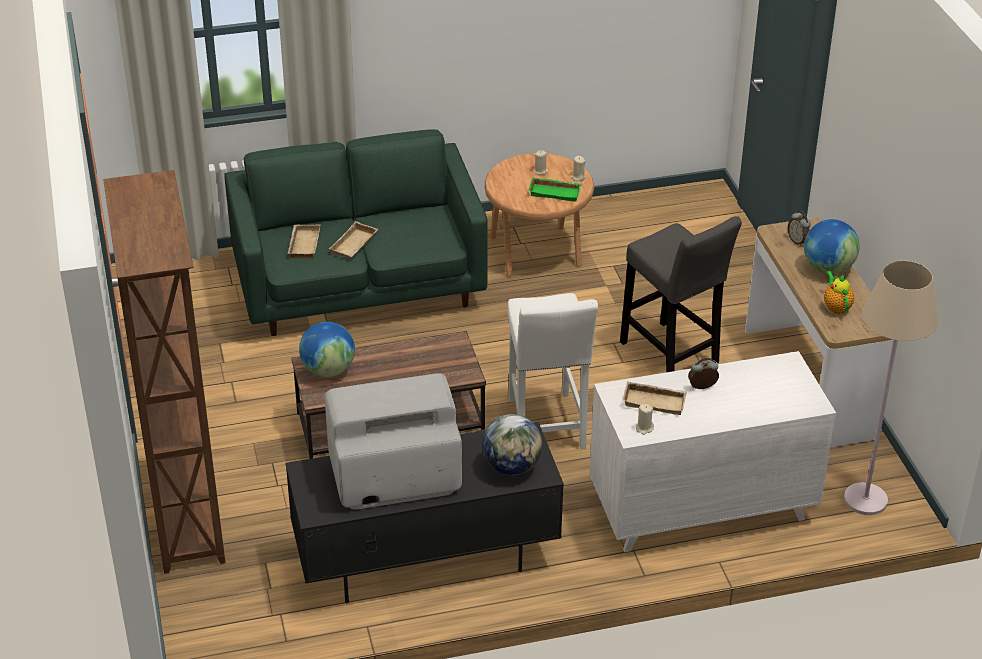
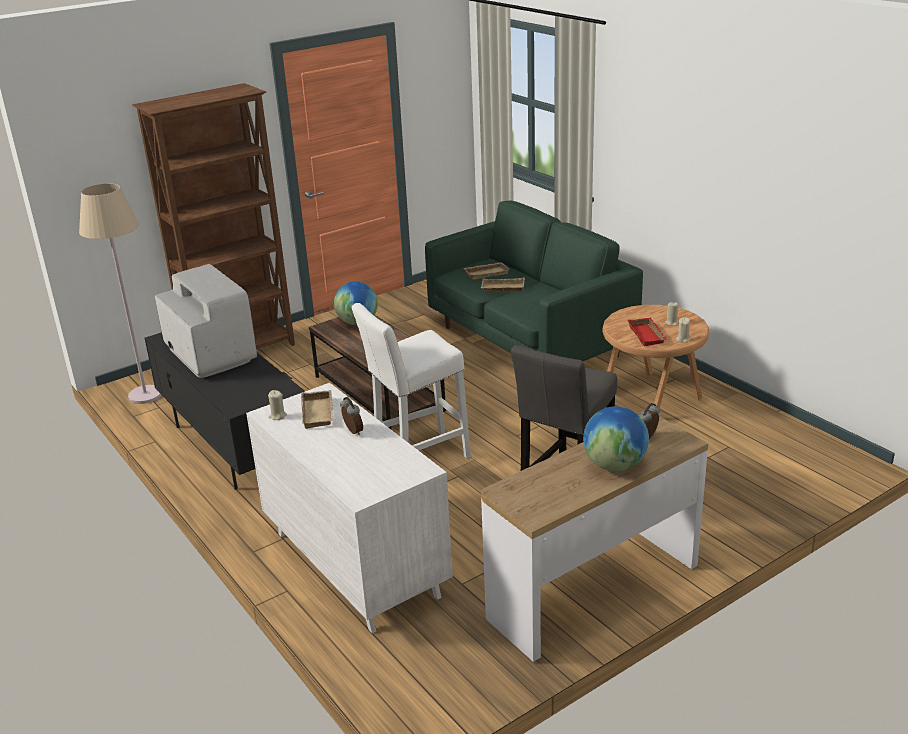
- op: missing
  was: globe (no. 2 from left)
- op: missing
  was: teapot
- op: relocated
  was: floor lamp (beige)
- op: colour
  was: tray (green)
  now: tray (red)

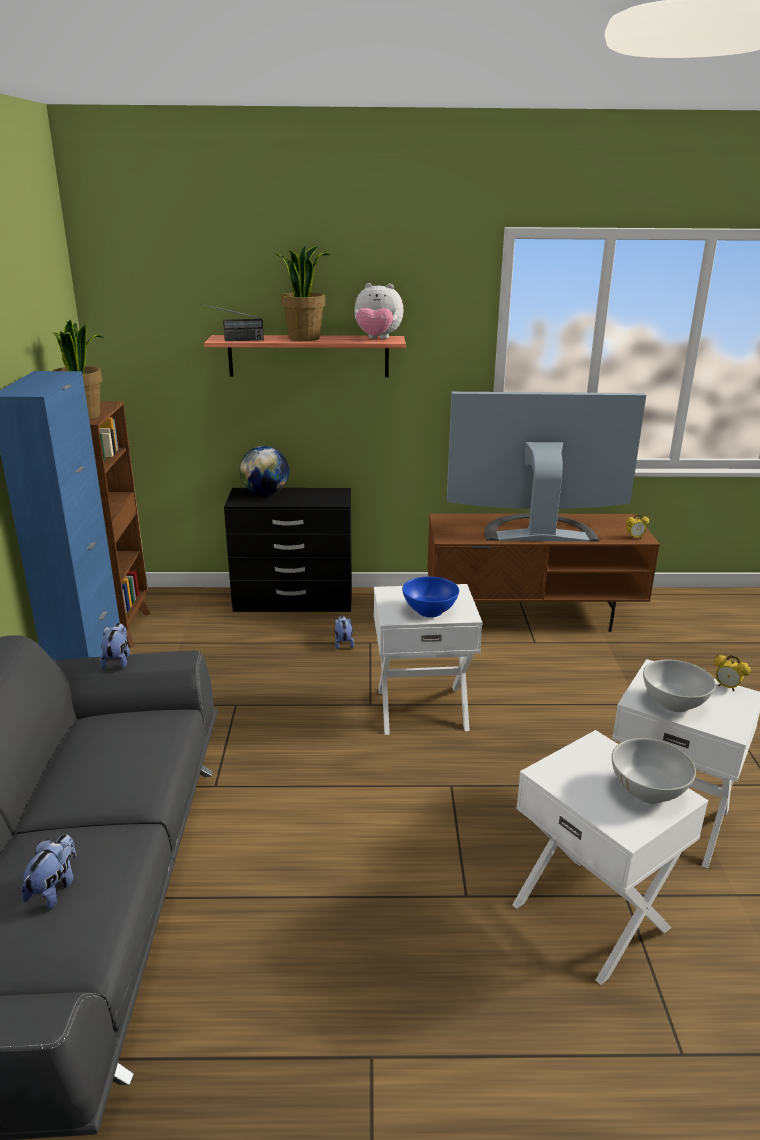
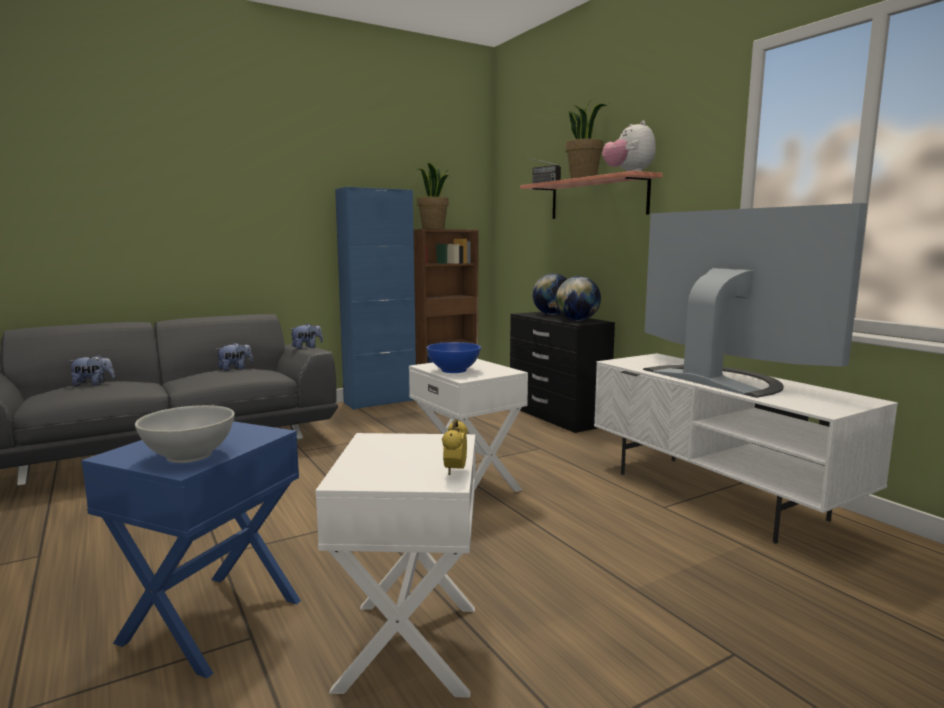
- op: missing
  was: alarm clock (no. 1 from left)
- op: missing
  was: bowl (white) (no. 2 from left)
- op: appeared
  now: globe (no. 2 from left)
- op: relocated
  was: plush toy (no. 3 from left in the first image)
  now: plush toy (no. 2 from left)
- op: colour
  was: tv stand (brown)
  now: tv stand (white)
- op: colour
  was: side table (white) (no. 2 from left)
  now: side table (blue)

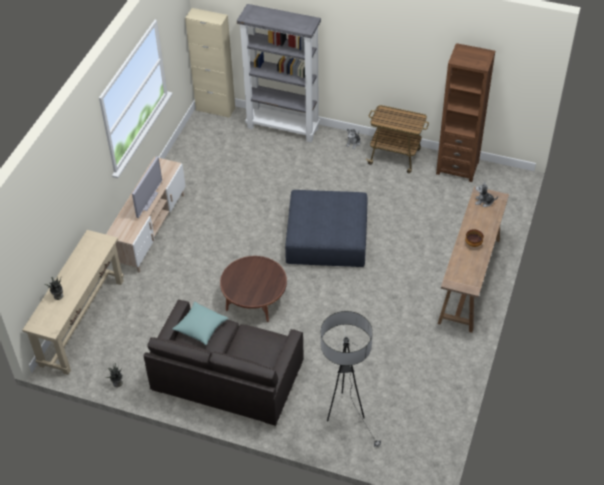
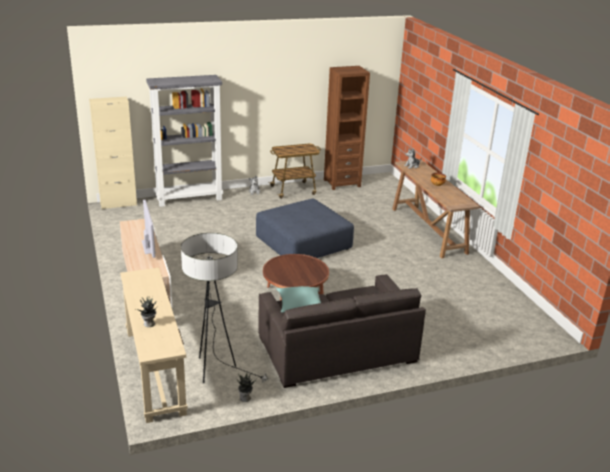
- op: relocated
  was: floor lamp

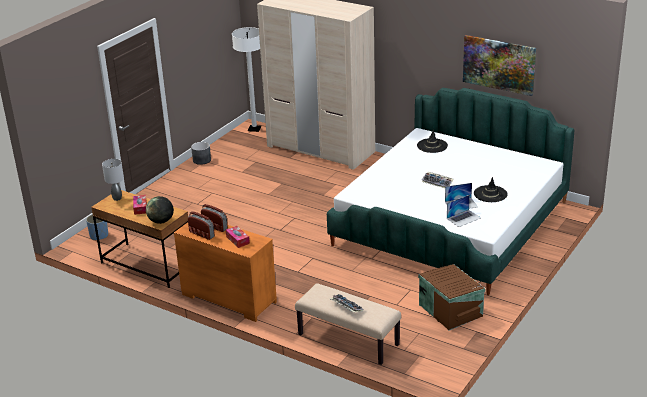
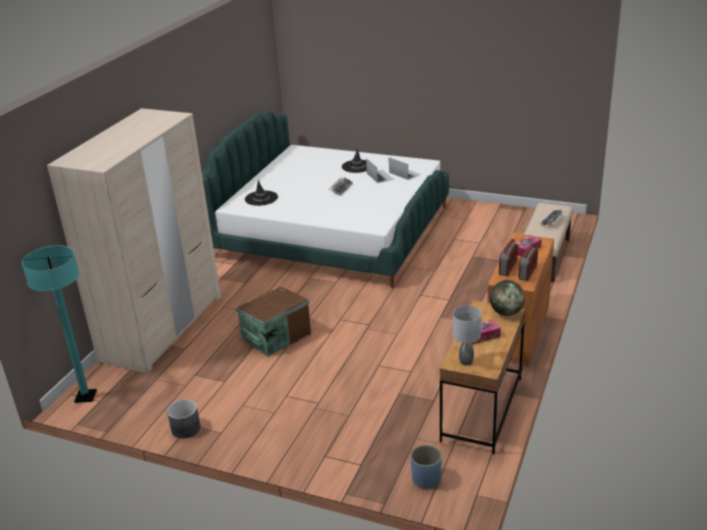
- op: missing
  was: picture
- op: relocated
  was: storage box (brown)
- op: colour
  was: floor lamp (white)
  now: floor lamp (turquoise)

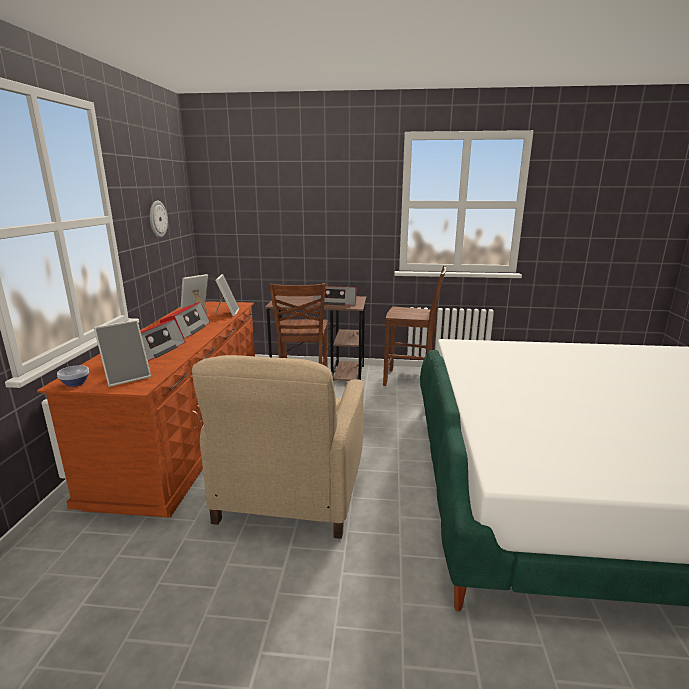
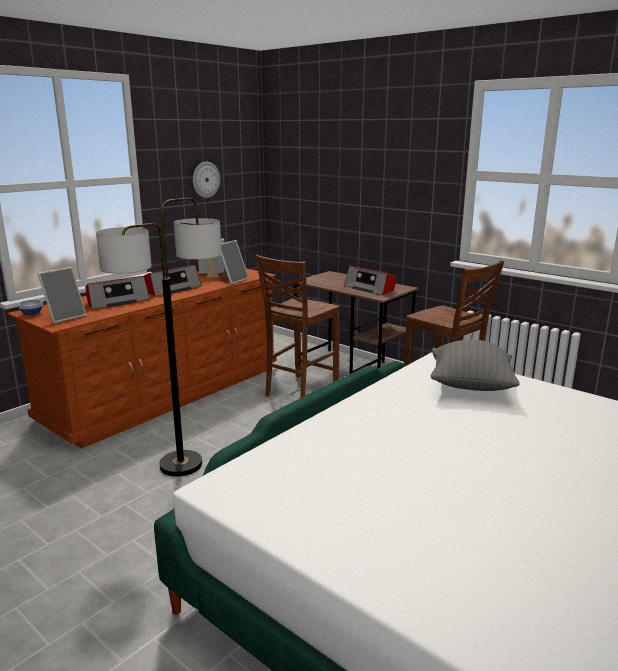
- op: appeared
  now: pillow (grey)
- op: exchanged
  was: armchair (beige)
  now: floor lamp
- op: spun
  was: picture frame (no. 1 from left)
  clockwise: -45

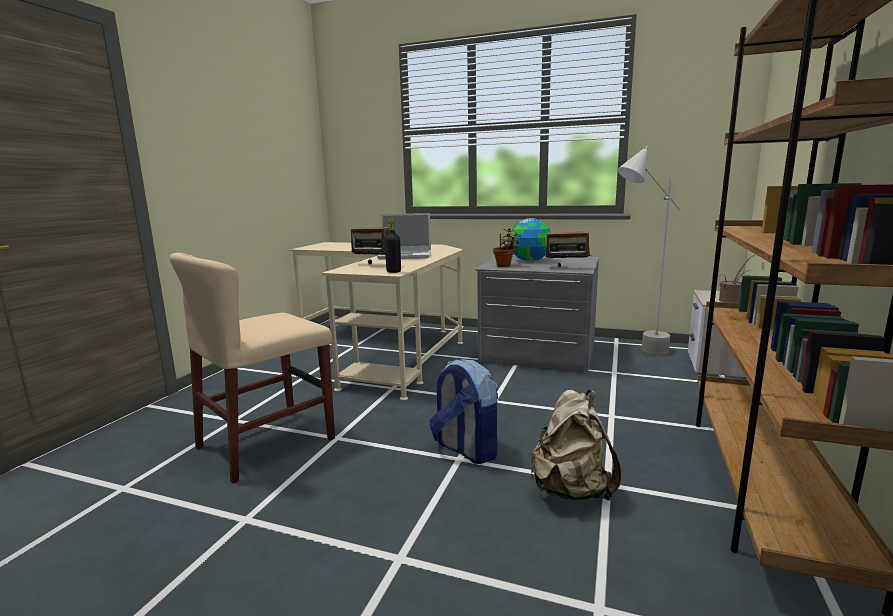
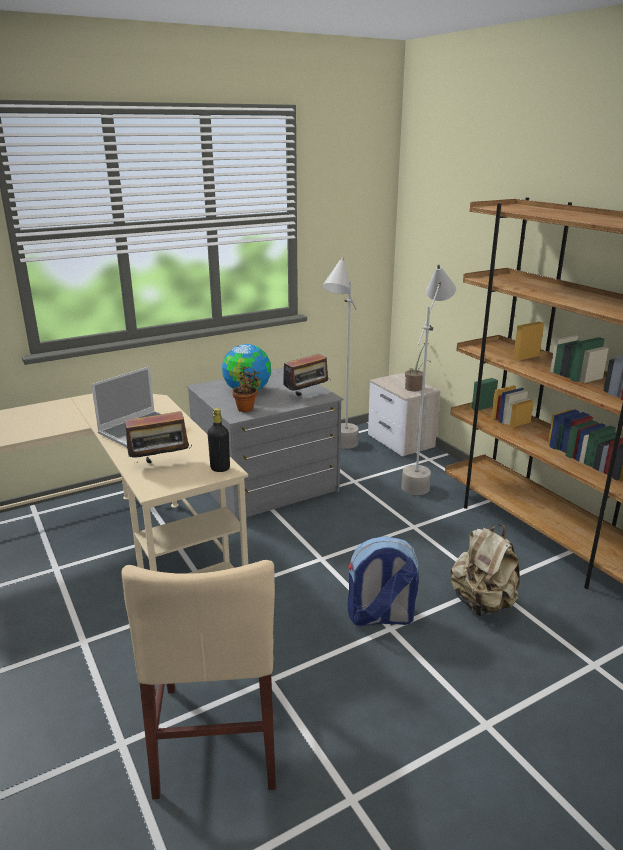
- op: appeared
  now: floor lamp (grey) (no. 2 from left)

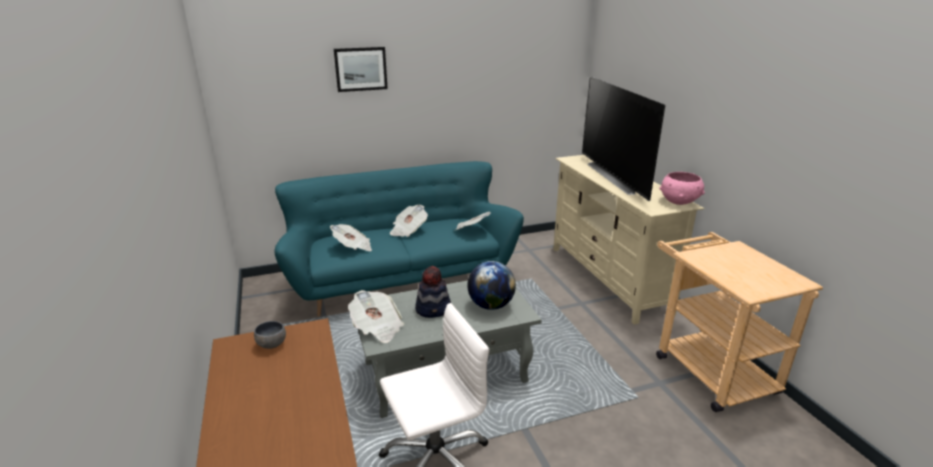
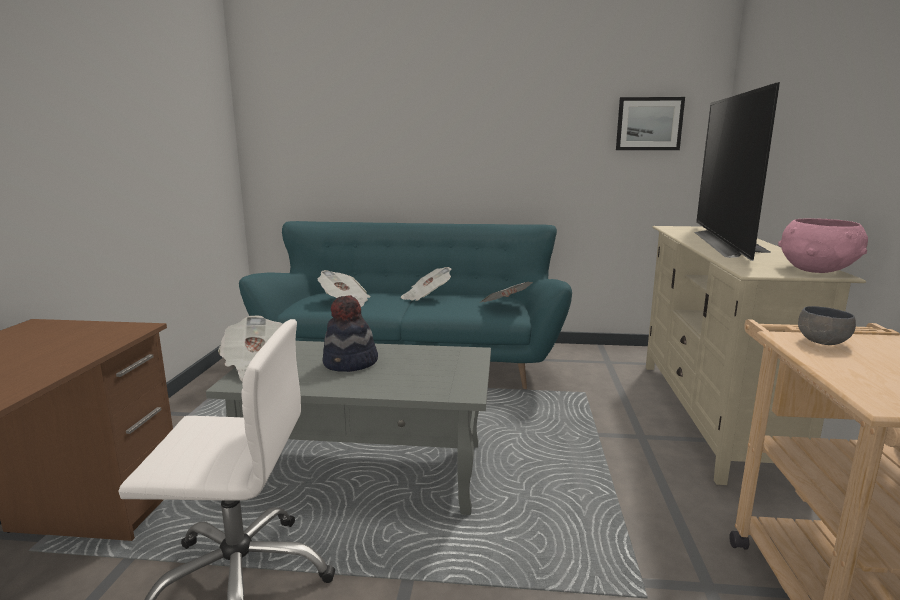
- op: missing
  was: globe
- op: relocated
  was: bowl (grey)
- op: relocated
  was: picture

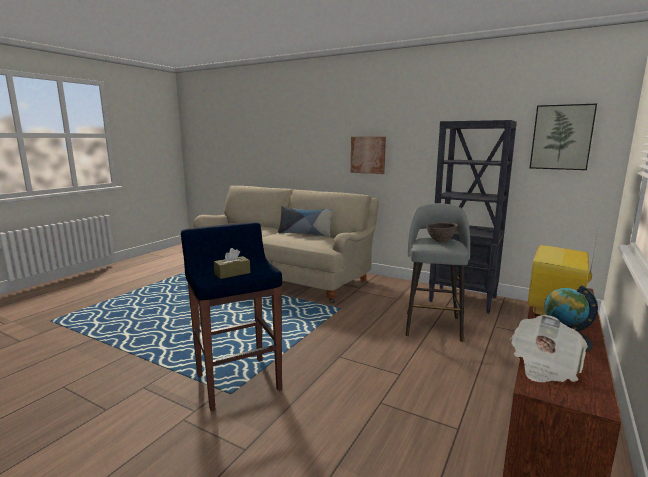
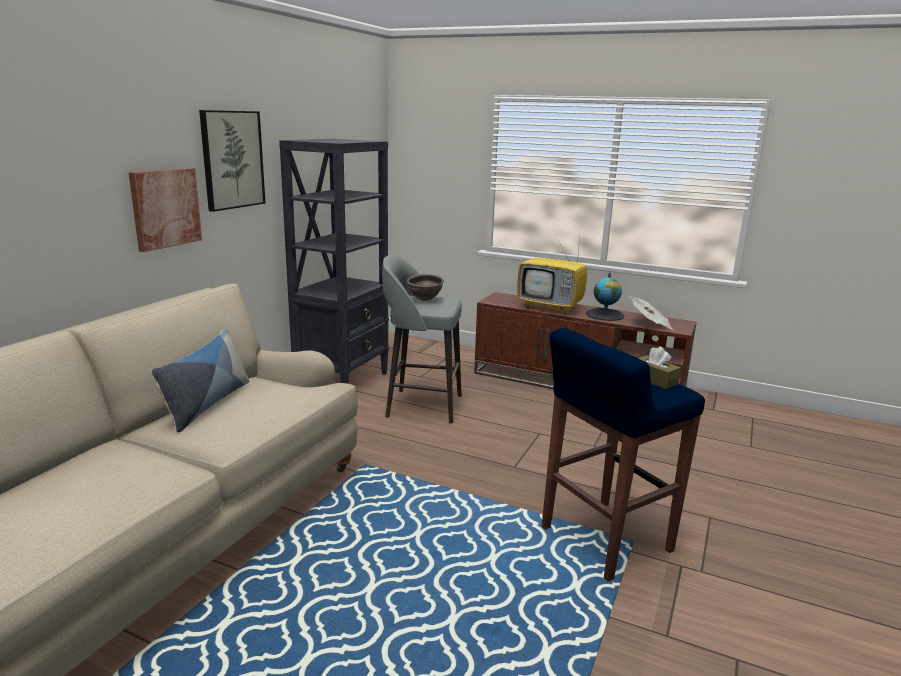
- op: relocated
  was: picture (no. 2 from left)

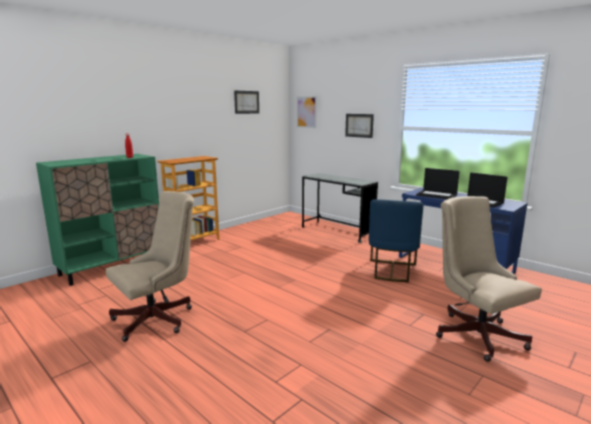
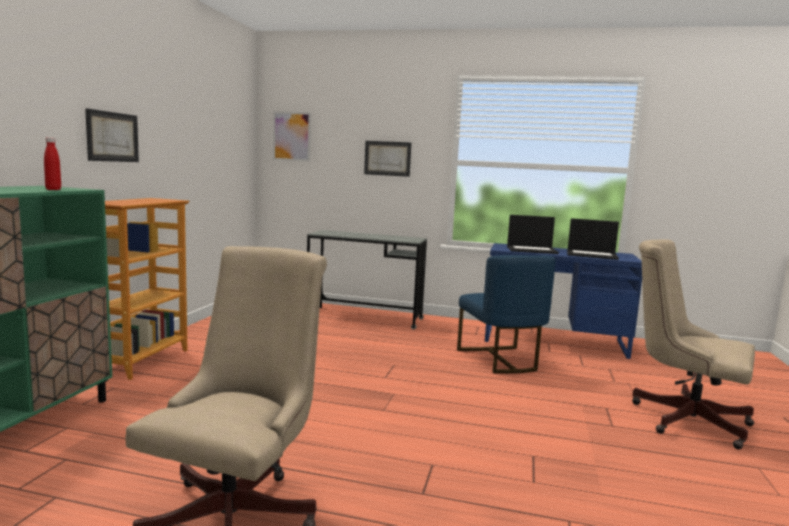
- op: relocated
  was: picture (no. 1 from left)

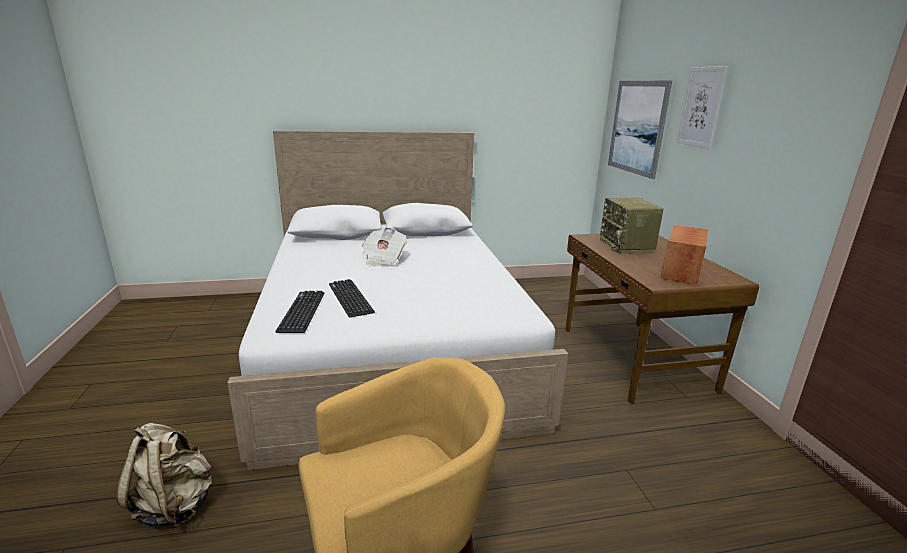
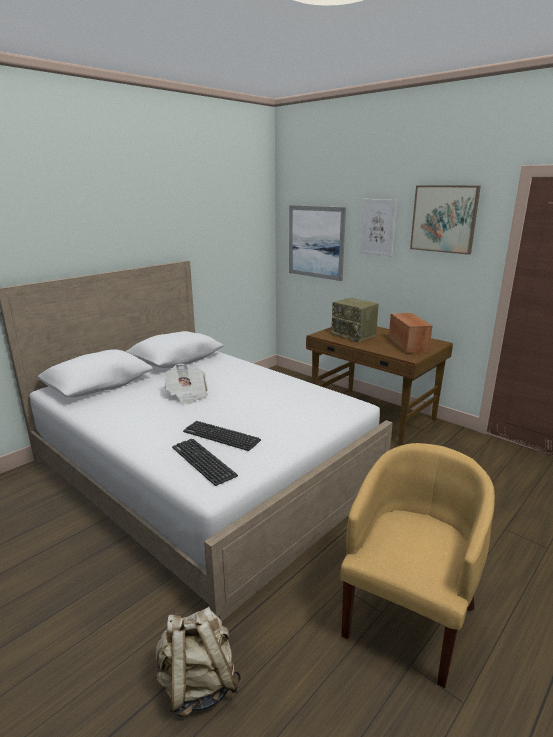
- op: appeared
  now: picture (no. 3 from left)

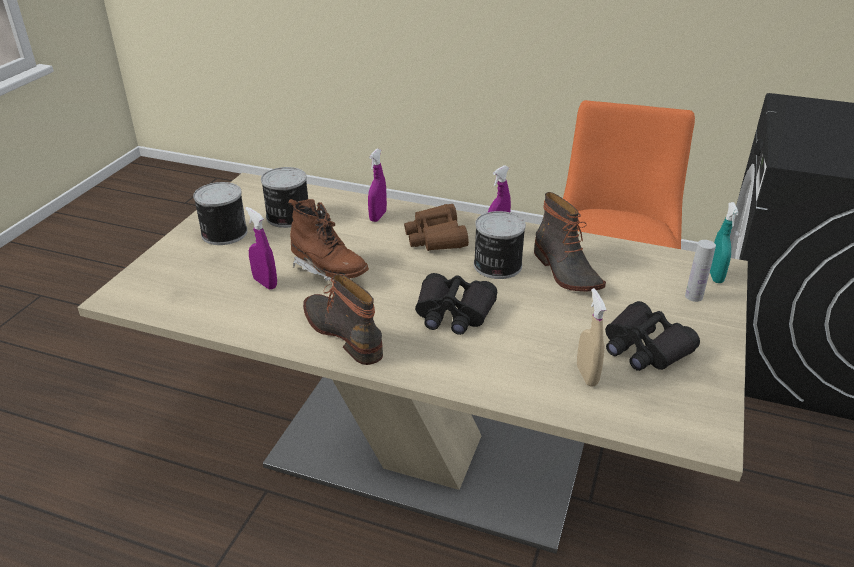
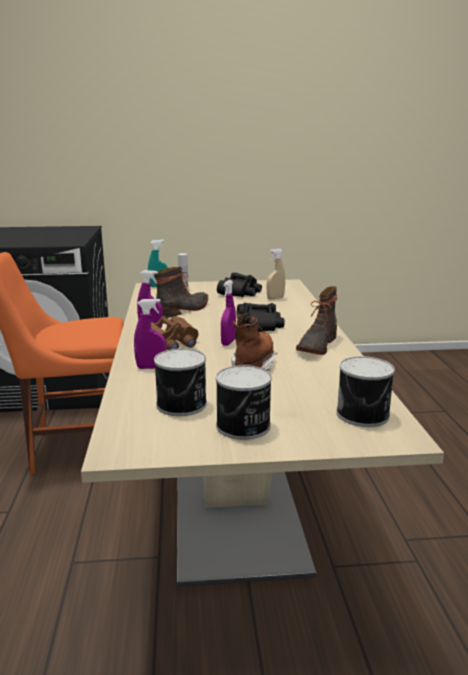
- op: relocated
  was: spray bottle (purple) (no. 1 from left in the first image)
  now: spray bottle (purple) (no. 3 from left)
- op: relocated
  was: can (no. 3 from left)

